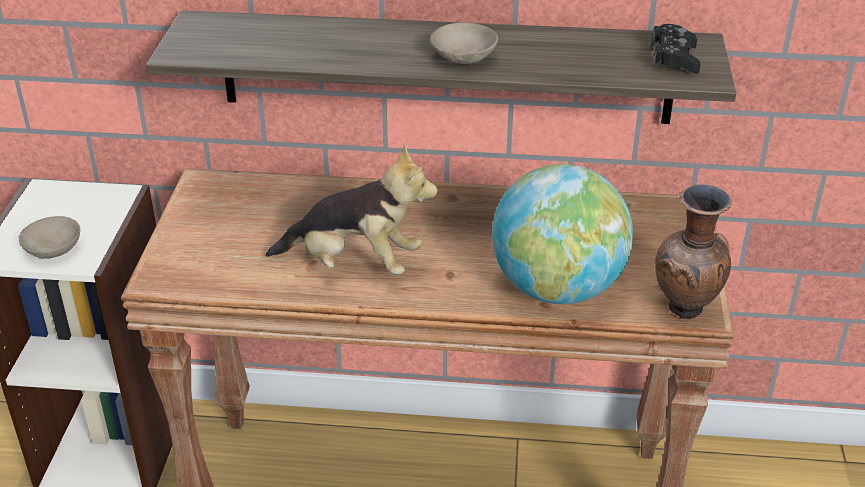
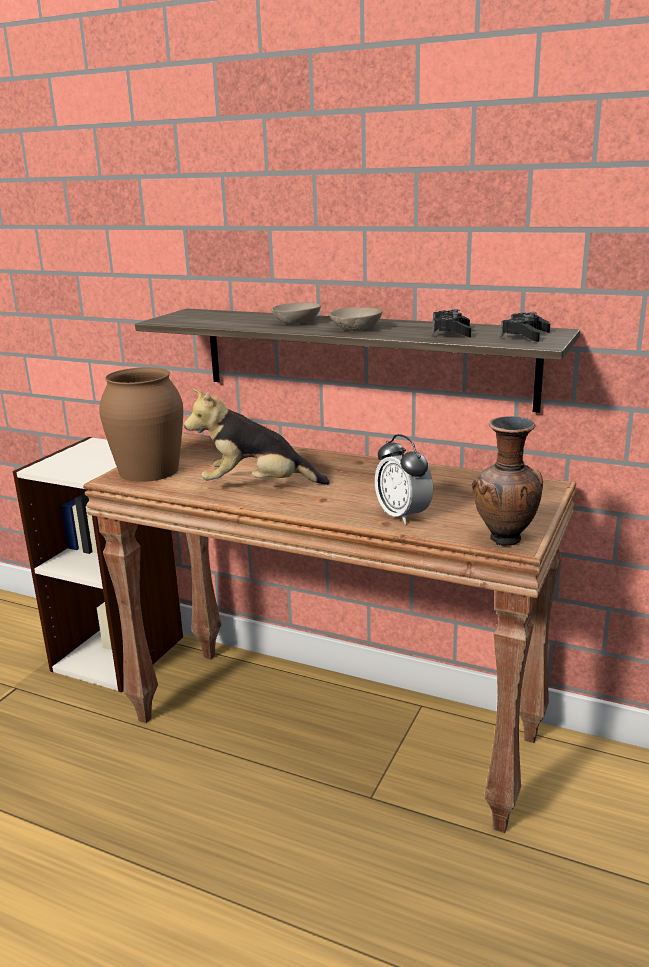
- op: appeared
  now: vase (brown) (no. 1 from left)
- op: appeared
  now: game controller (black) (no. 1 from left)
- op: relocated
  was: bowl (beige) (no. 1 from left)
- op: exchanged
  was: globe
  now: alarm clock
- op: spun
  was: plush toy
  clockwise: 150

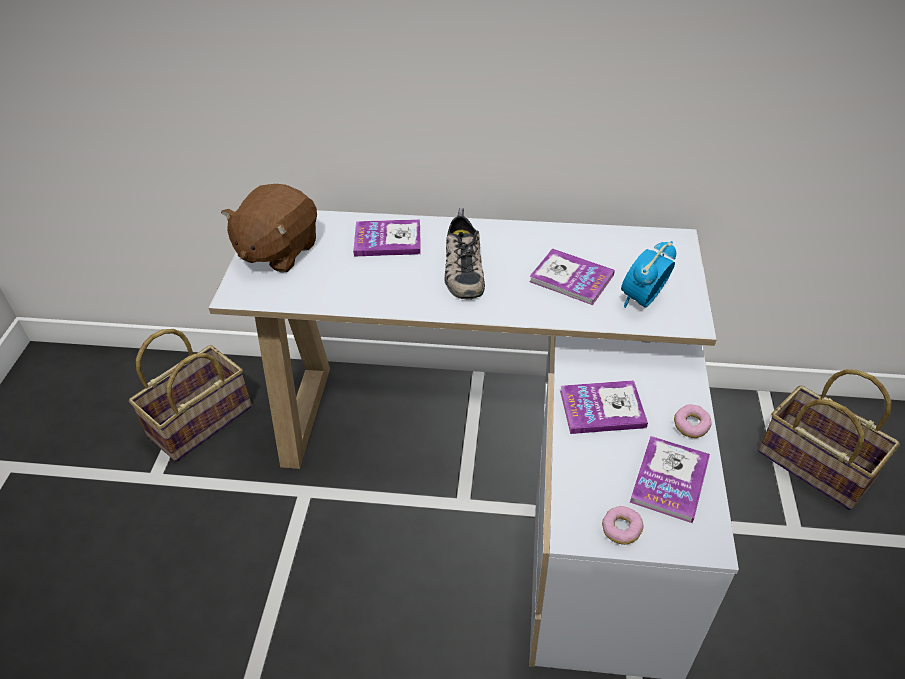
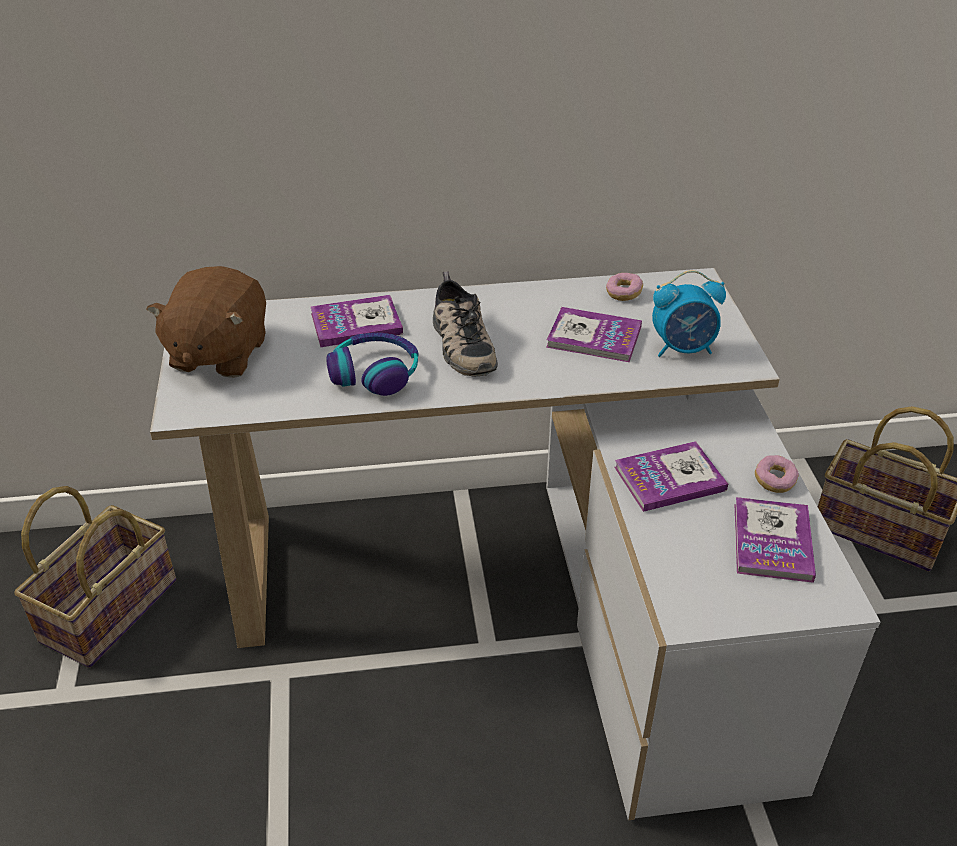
- op: appeared
  now: headphones
- op: relocated
  was: donut (no. 1 from left)
- op: spun
  was: alarm clock
  clockwise: -120

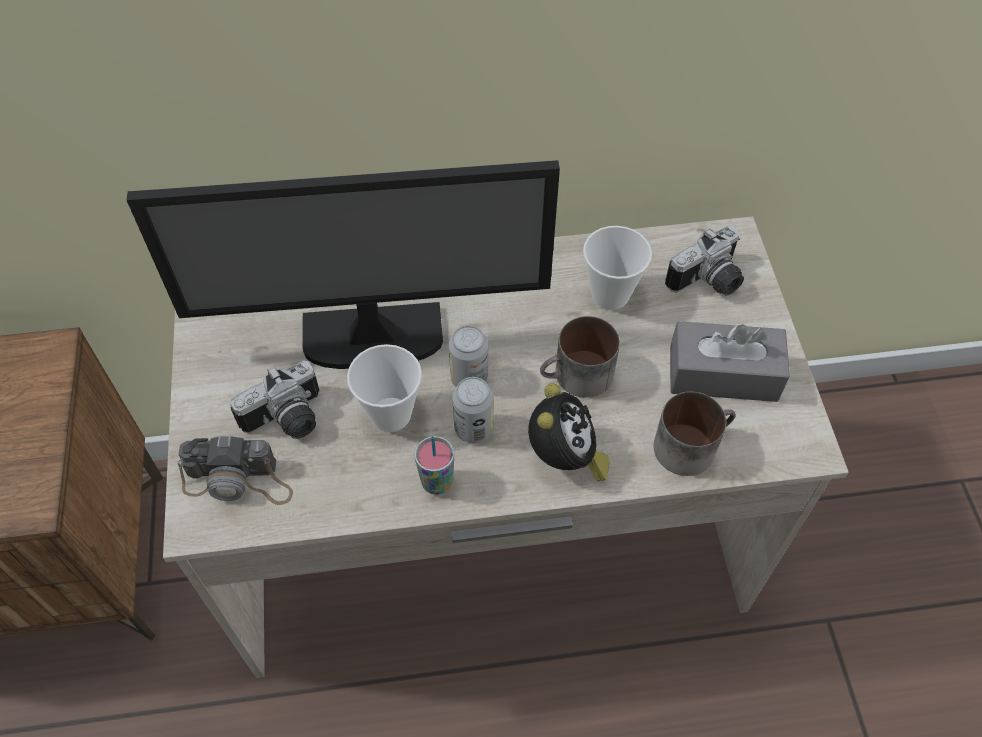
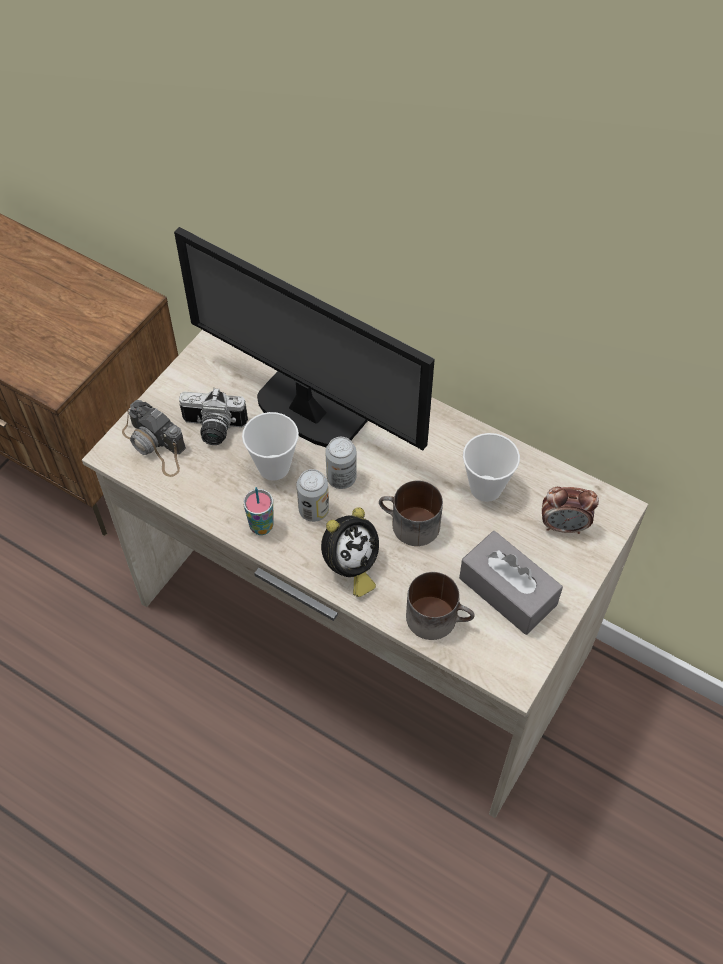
- op: exchanged
  was: photo camera (no. 3 from left)
  now: alarm clock (no. 2 from left)

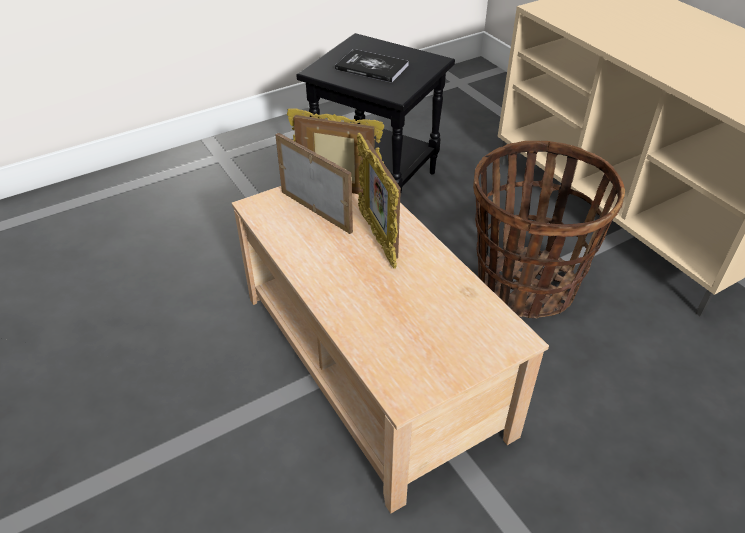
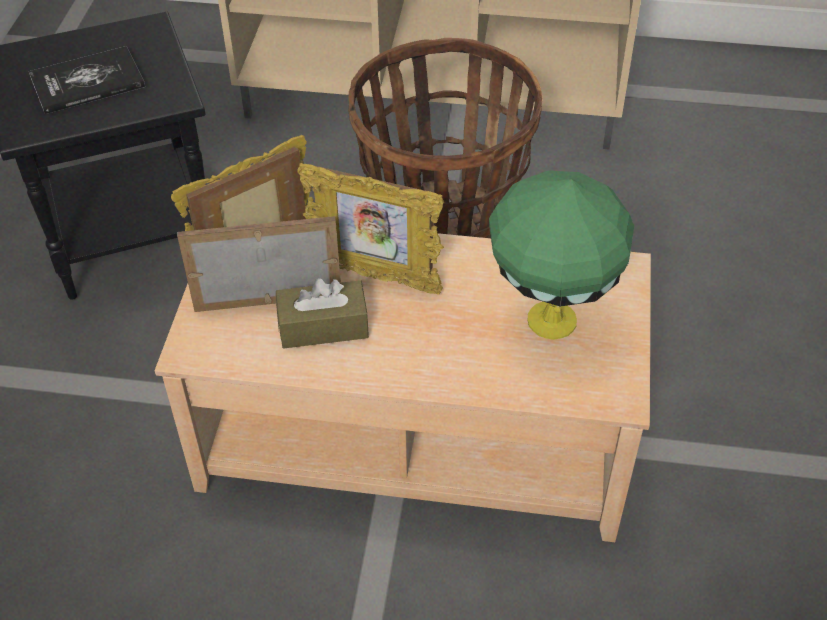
- op: appeared
  now: tissue box (brown)
- op: appeared
  now: table lamp (green)

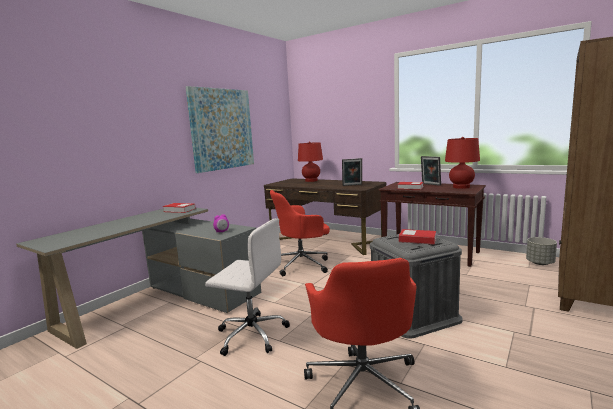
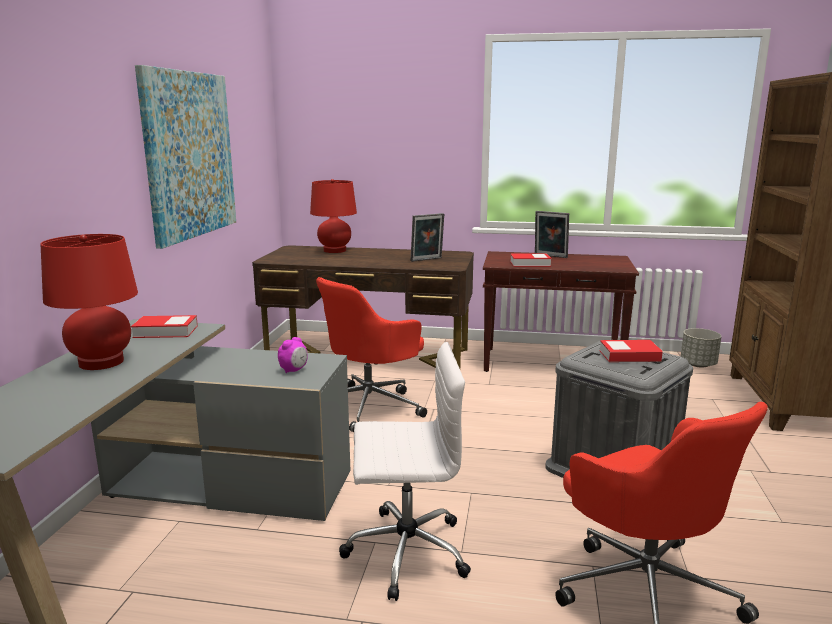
- op: relocated
  was: table lamp (red) (no. 2 from left in the first image)
  now: table lamp (red) (no. 1 from left)

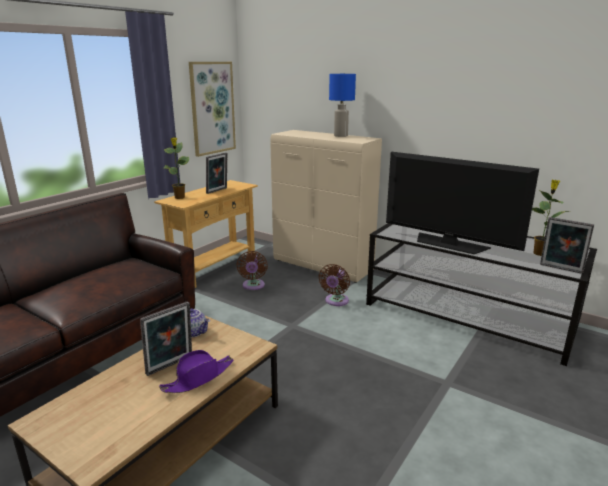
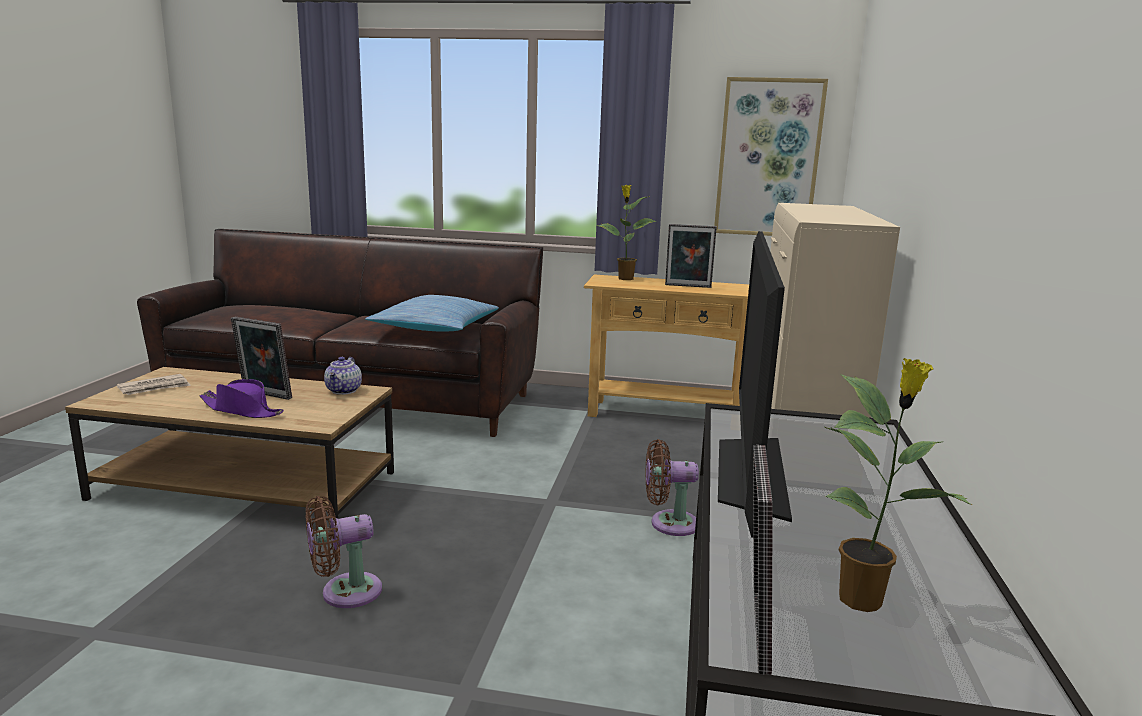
- op: missing
  was: table lamp (blue)
- op: appeared
  now: newspaper
- op: appeared
  now: pillow
- op: relocated
  was: fan (brown) (no. 1 from left)

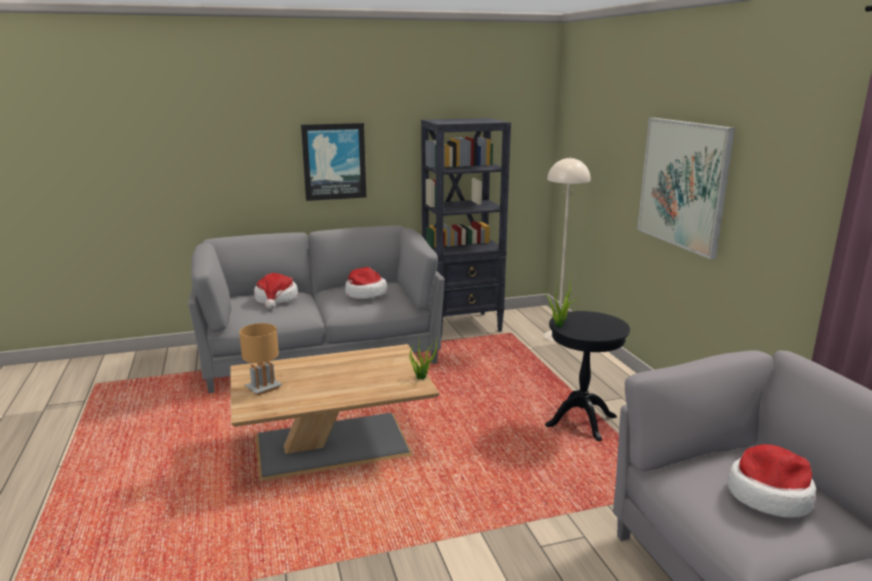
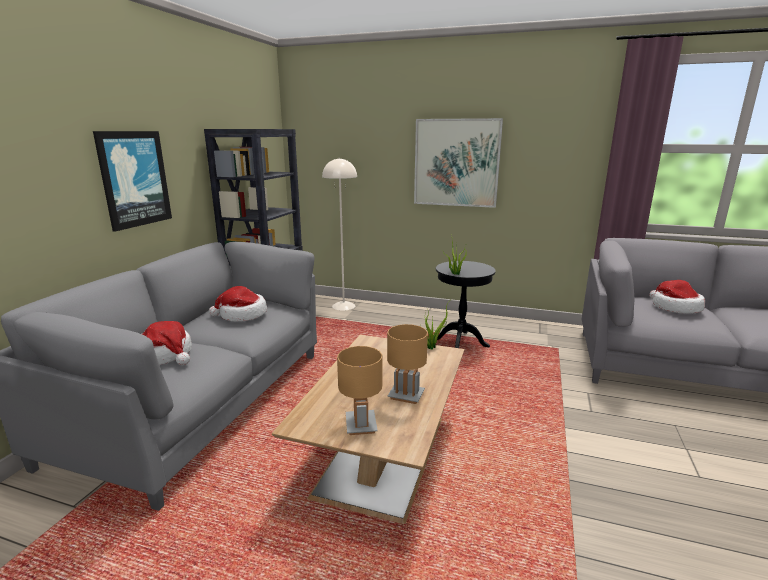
- op: appeared
  now: table lamp (brown) (no. 2 from left)

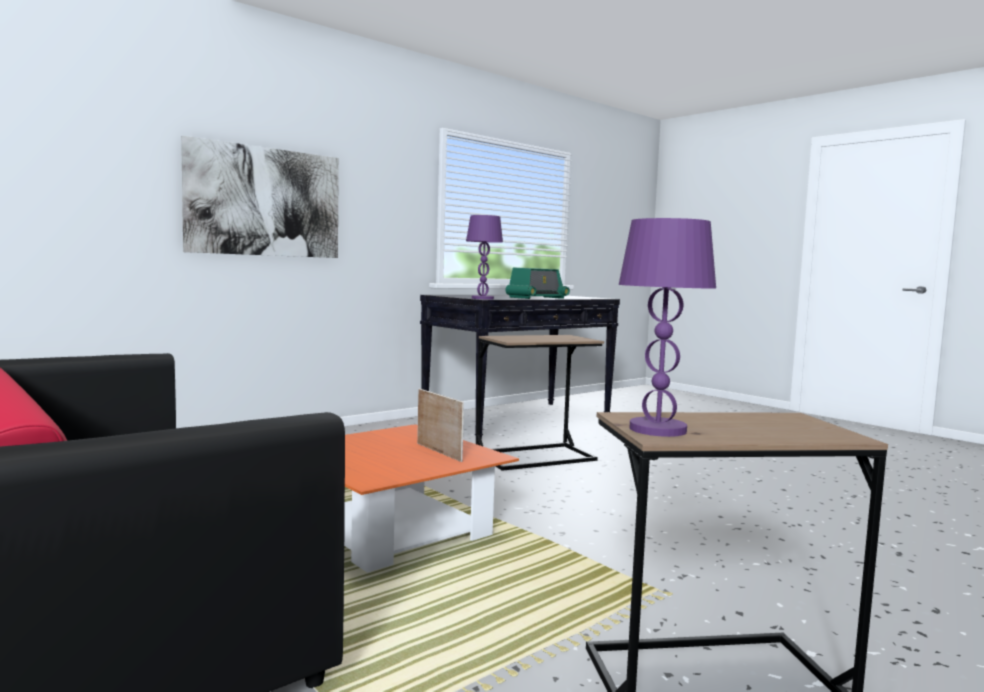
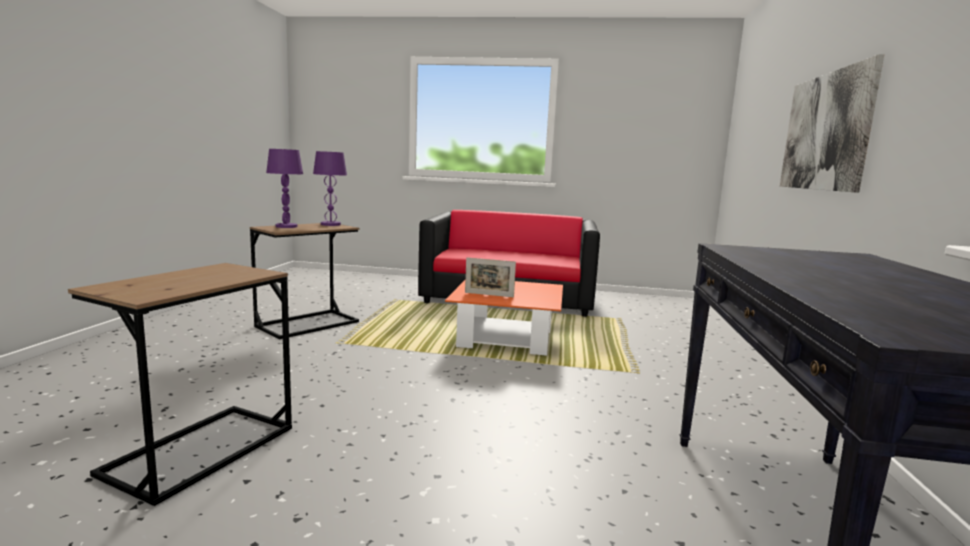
- op: missing
  was: radio
- op: relocated
  was: table lamp (purple) (no. 1 from left)
- op: relocated
  was: side table (brown) (no. 1 from left)

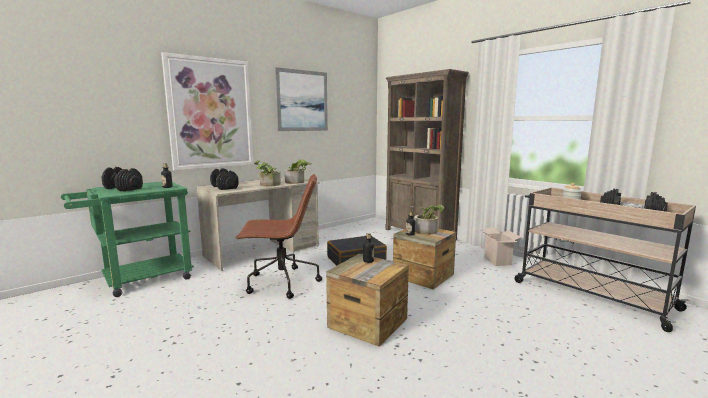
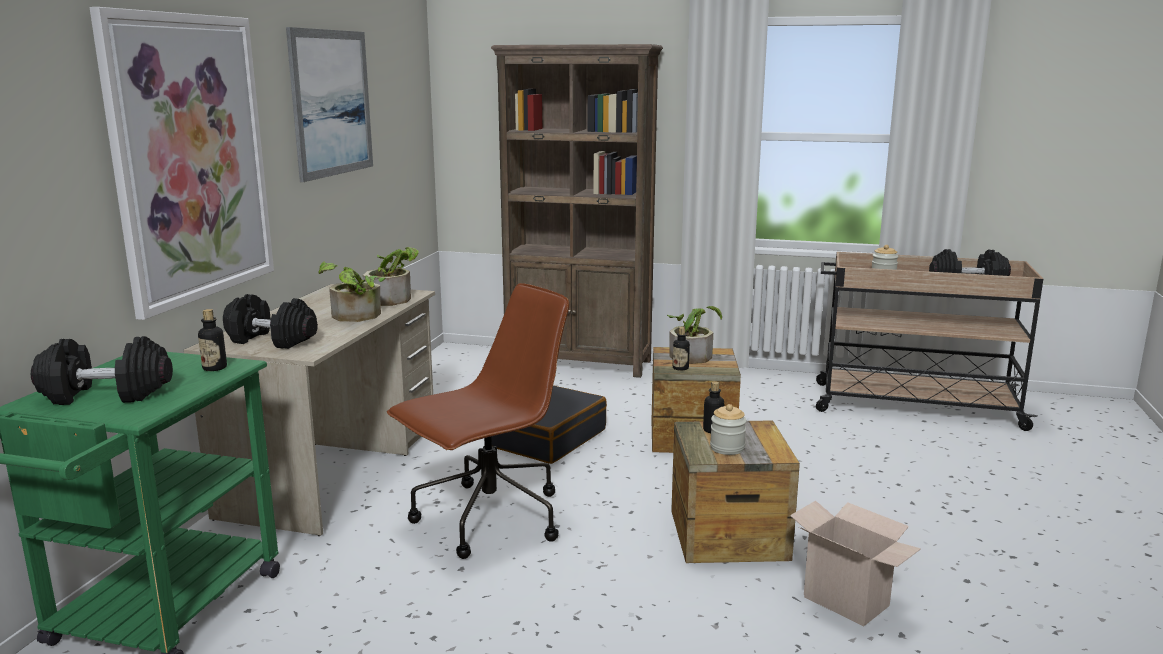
- op: appeared
  now: jar (no. 1 from left)
- op: relocated
  was: cardboard box

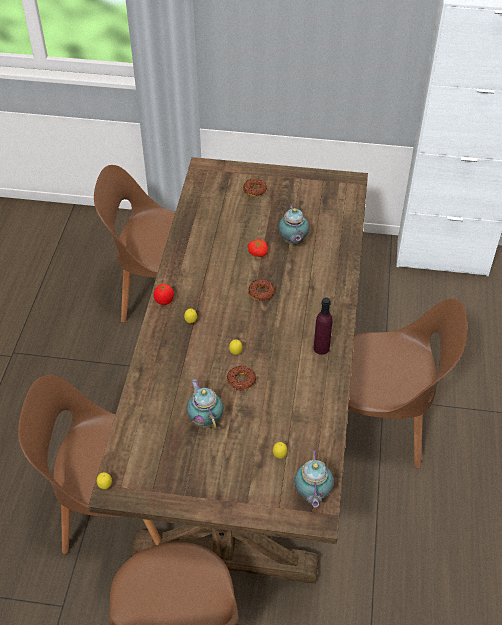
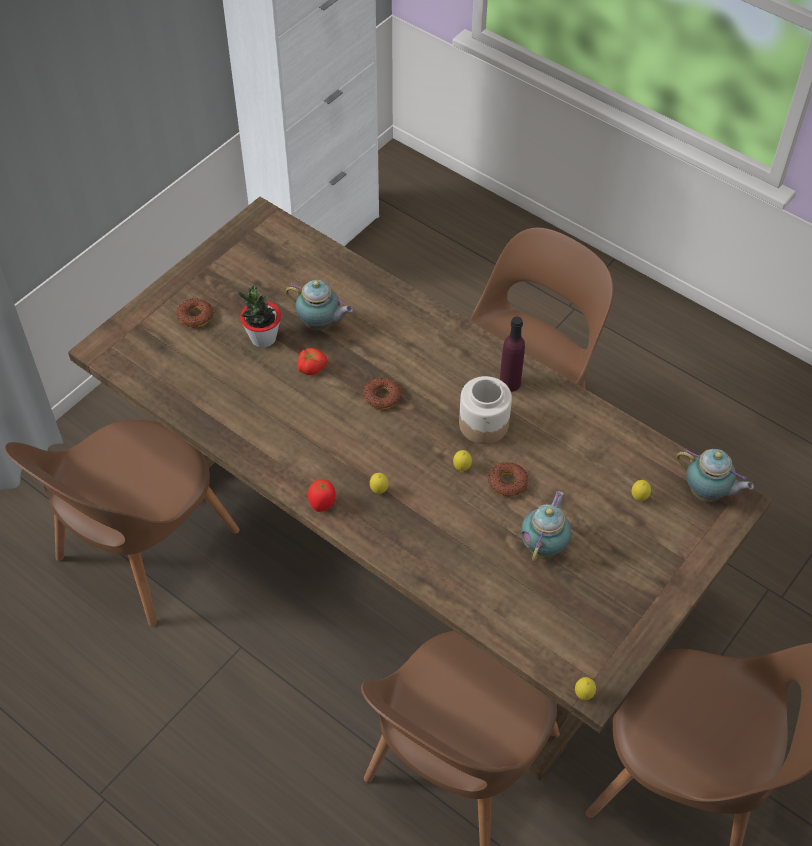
- op: appeared
  now: potted plant
- op: appeared
  now: jar
- op: spun
  was: teapot (no. 1 from left in the first image)
  clockwise: 105

